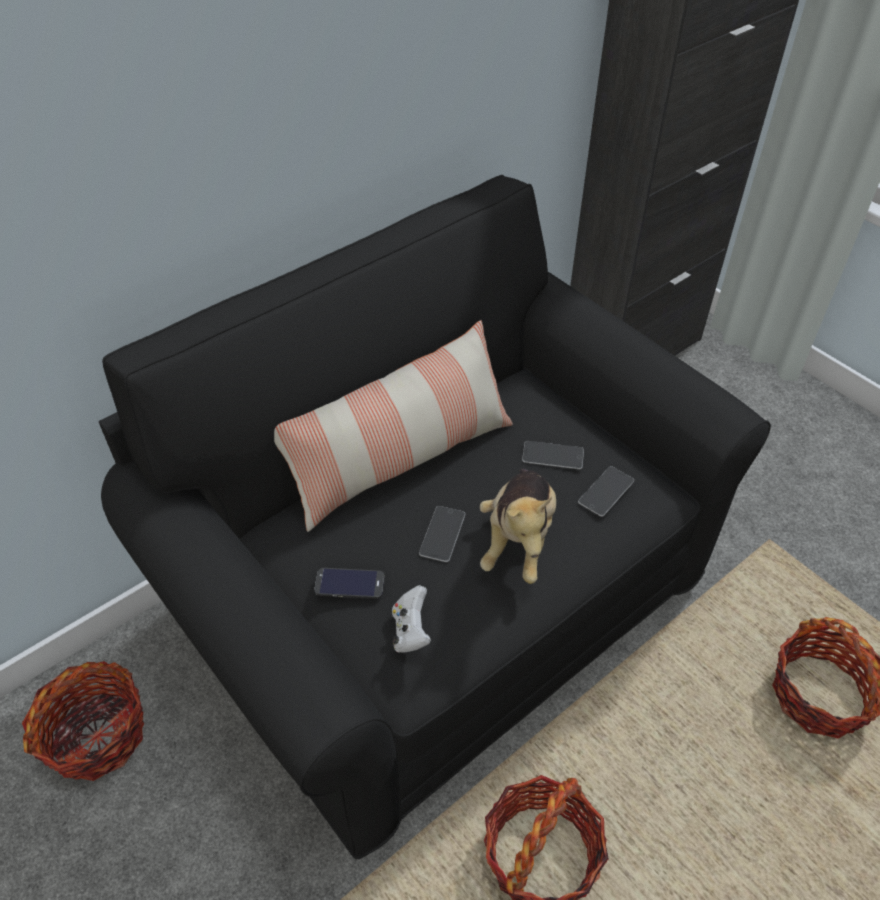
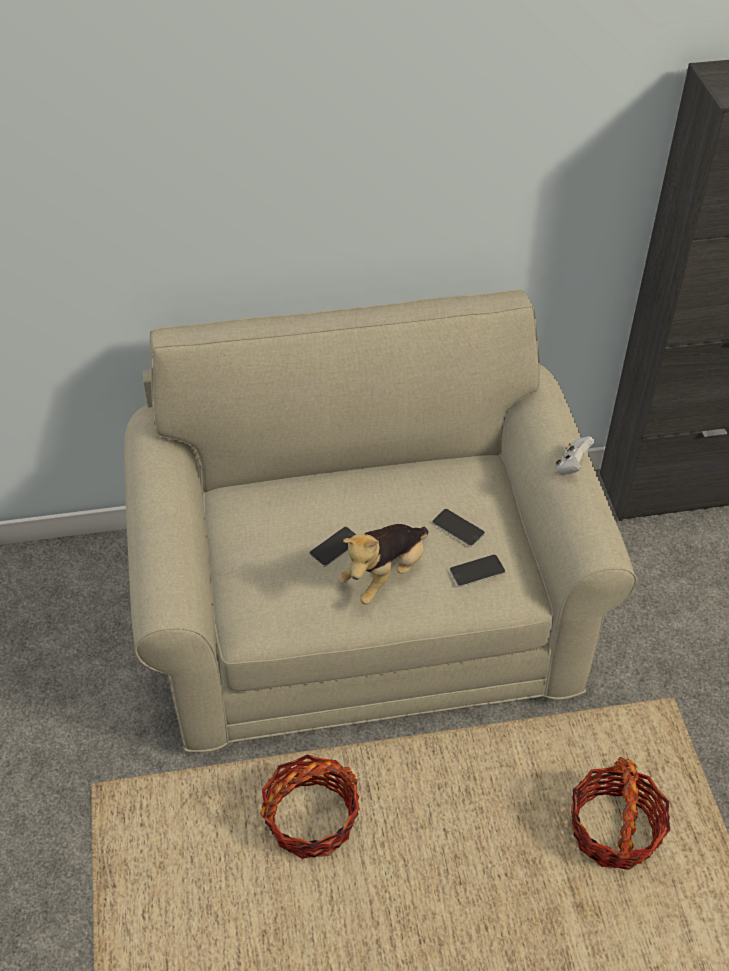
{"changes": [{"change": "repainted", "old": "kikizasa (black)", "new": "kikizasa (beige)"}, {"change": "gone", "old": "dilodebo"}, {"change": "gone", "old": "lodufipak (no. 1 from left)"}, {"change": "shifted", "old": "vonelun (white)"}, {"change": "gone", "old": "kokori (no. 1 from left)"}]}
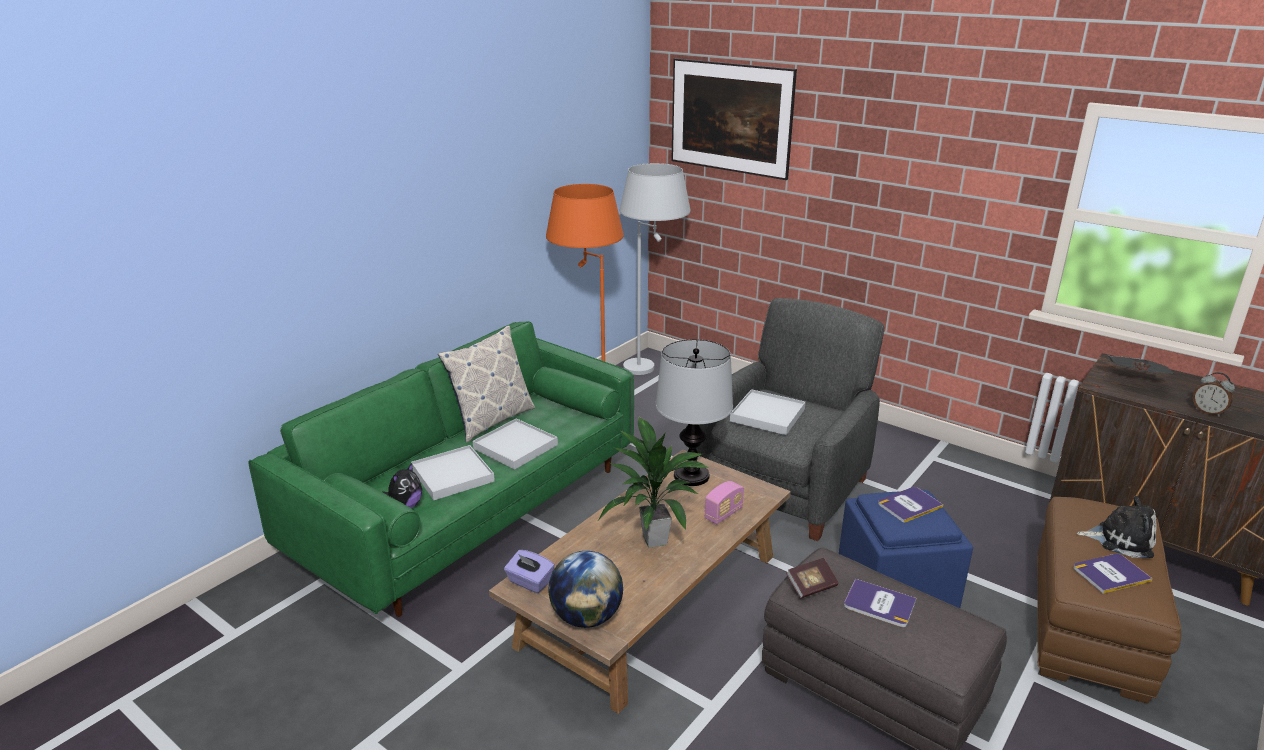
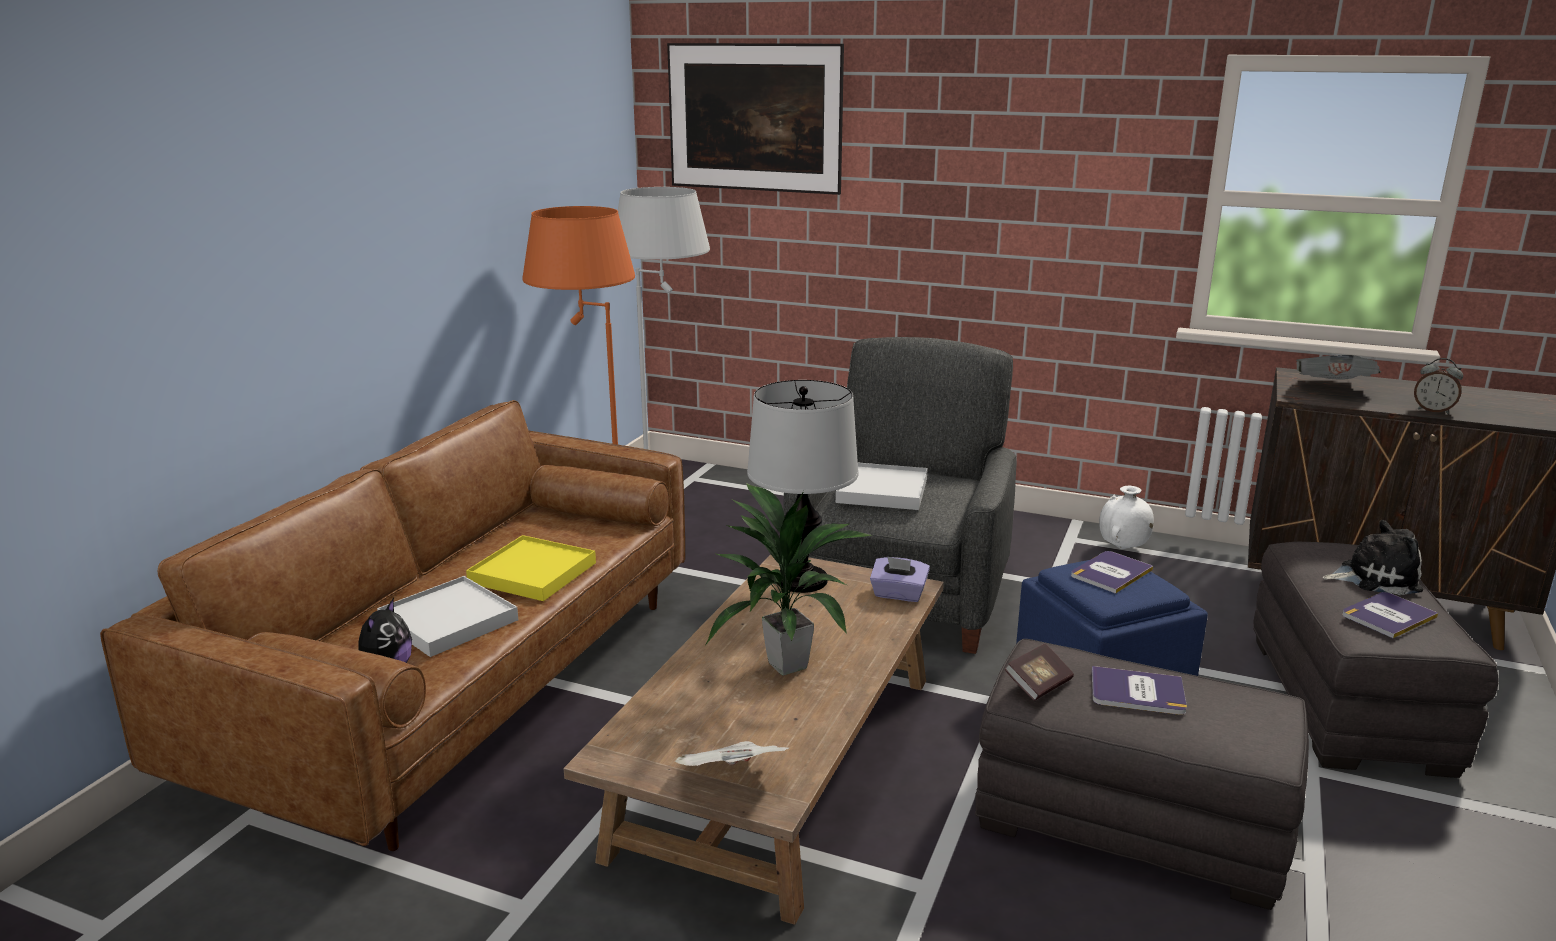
{"changes": [{"change": "repainted", "old": "kikizasa (green)", "new": "kikizasa (brown)"}, {"change": "gone", "old": "dilodebo"}, {"change": "repainted", "old": "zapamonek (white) (no. 2 from left)", "new": "zapamonek (yellow)"}, {"change": "gone", "old": "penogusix"}, {"change": "repainted", "old": "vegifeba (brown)", "new": "vegifeba (grey) (no. 2 from left)"}, {"change": "shifted", "old": "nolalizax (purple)"}, {"change": "swapped", "old": "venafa", "new": "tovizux (no. 1 from left)"}, {"change": "new", "new": "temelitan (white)"}]}
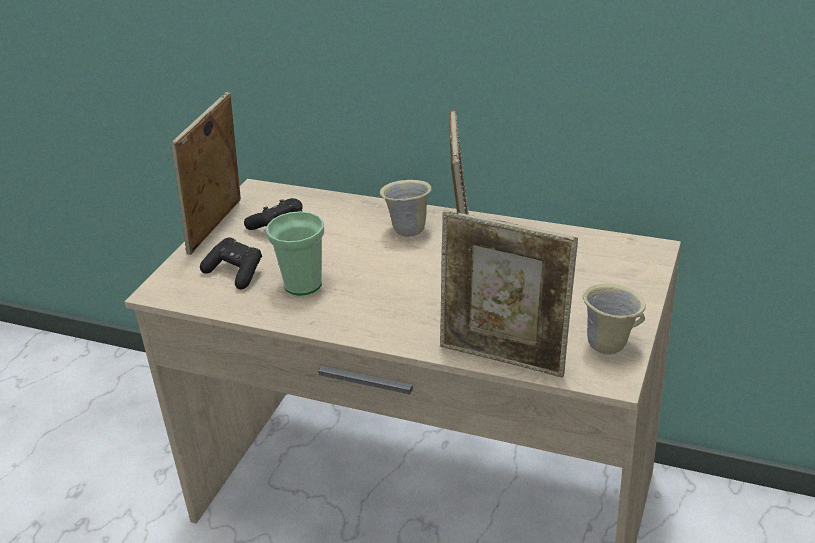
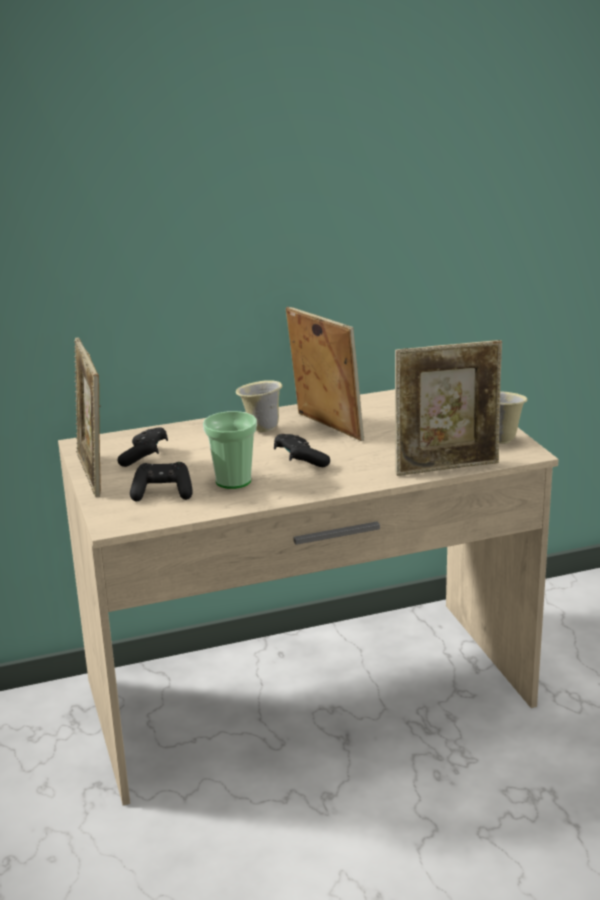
{"changes": [{"change": "new", "new": "vonelun (black) (no. 3 from left)"}]}
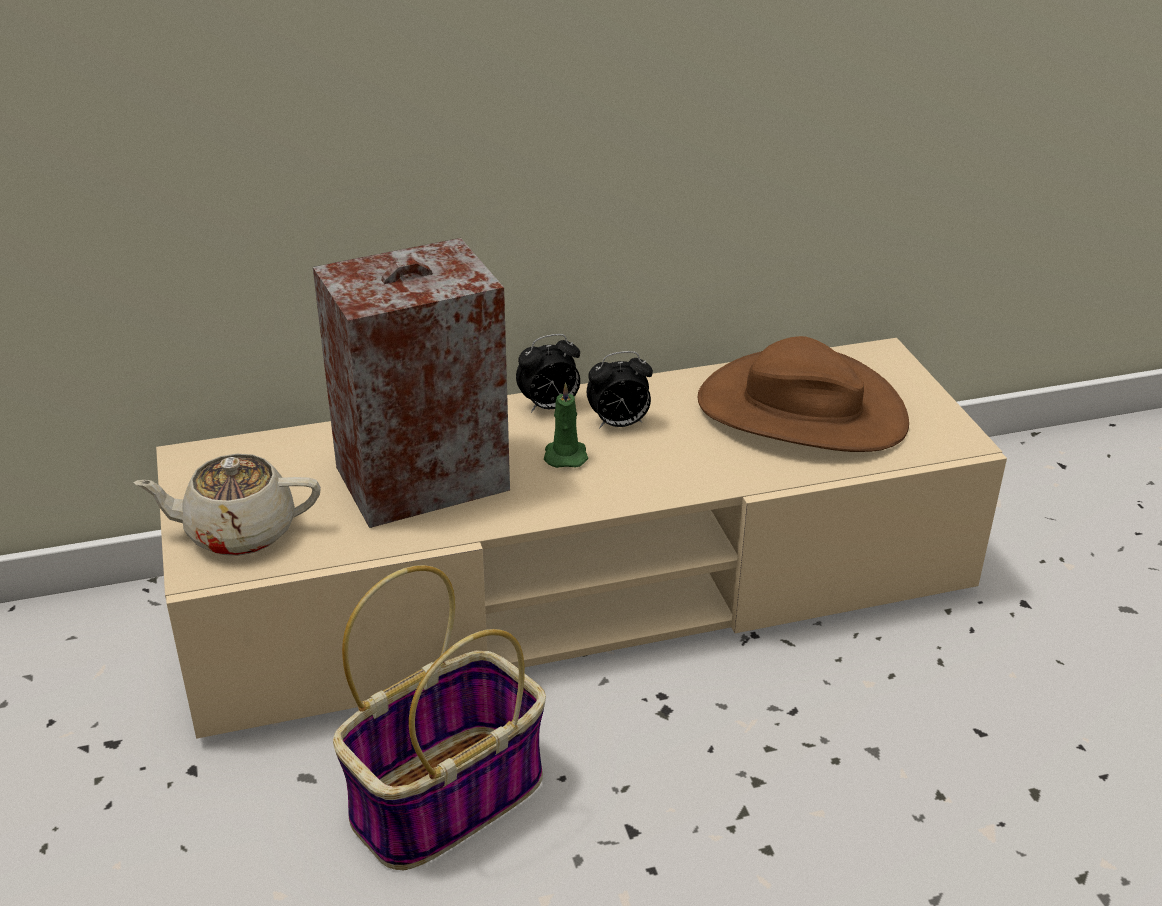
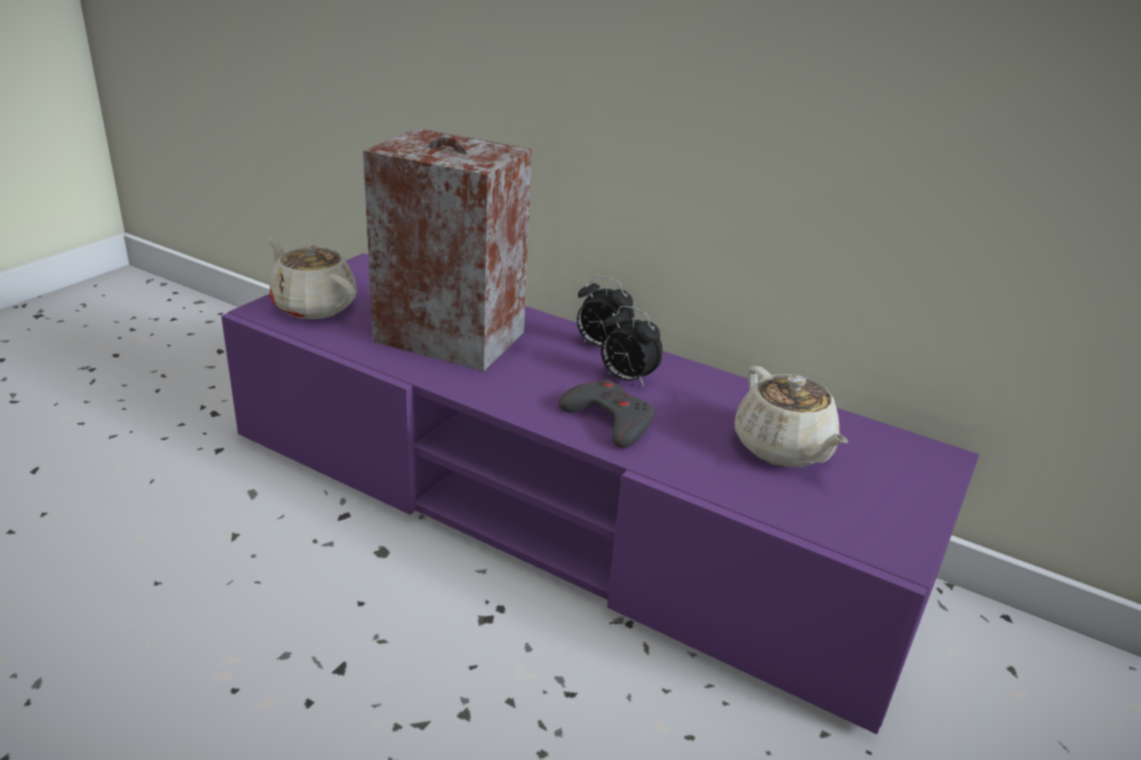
{"changes": [{"change": "swapped", "old": "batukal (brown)", "new": "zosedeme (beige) (no. 2 from left)"}, {"change": "repainted", "old": "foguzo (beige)", "new": "foguzo (purple)"}, {"change": "gone", "old": "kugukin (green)"}, {"change": "gone", "old": "kokori"}, {"change": "new", "new": "vonelun (grey)"}]}
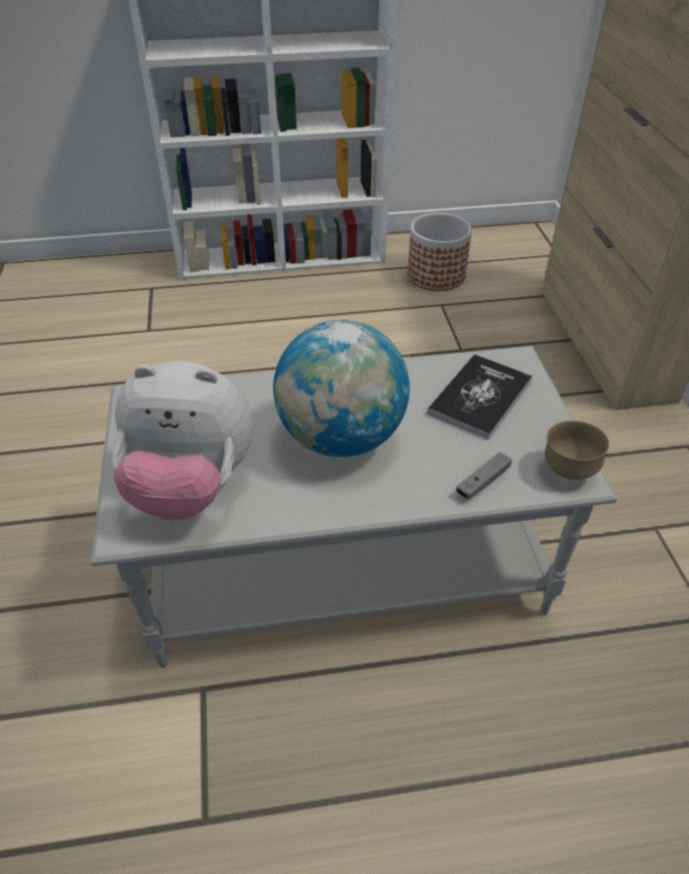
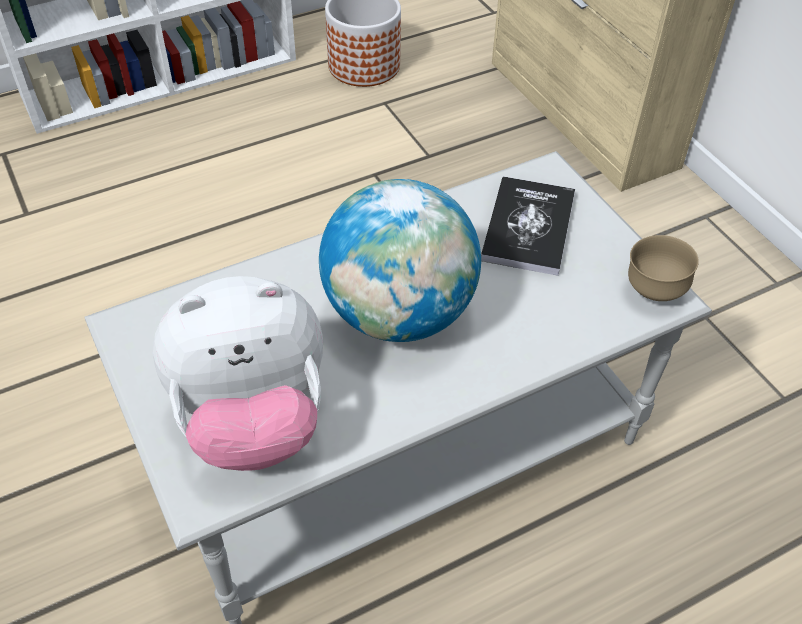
{"changes": [{"change": "gone", "old": "vonelun (grey)"}]}
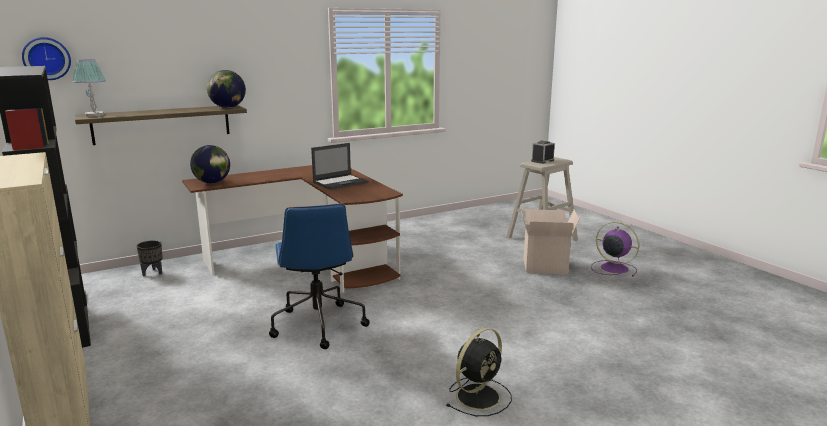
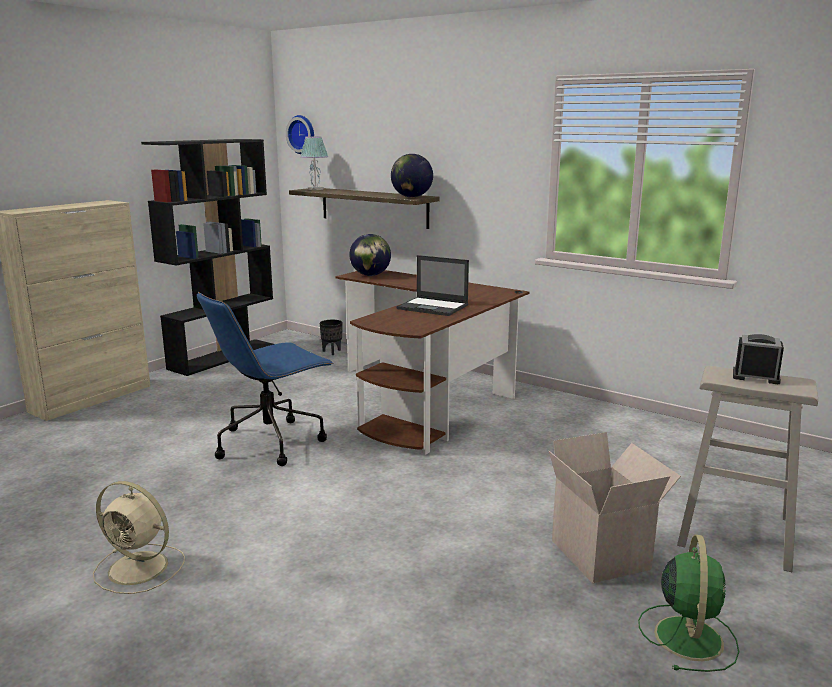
{"changes": [{"change": "repainted", "old": "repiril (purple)", "new": "repiril (green)"}, {"change": "repainted", "old": "repiril (black)", "new": "repiril (beige)"}]}
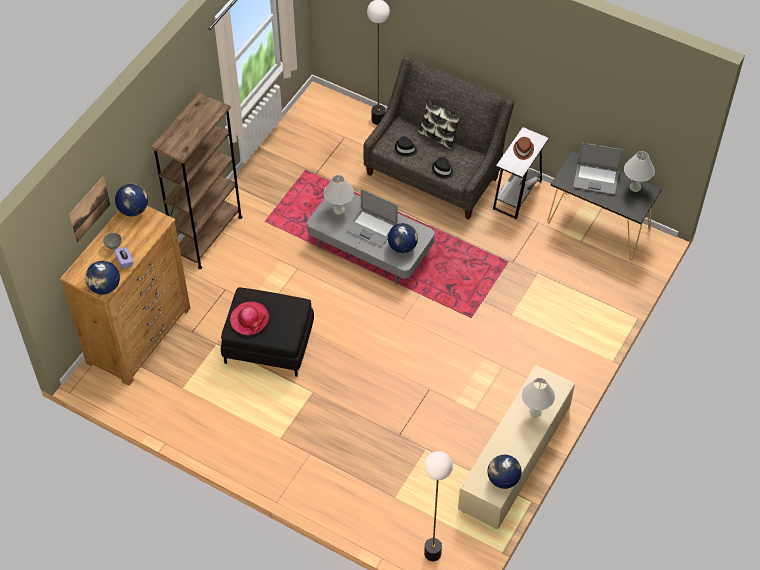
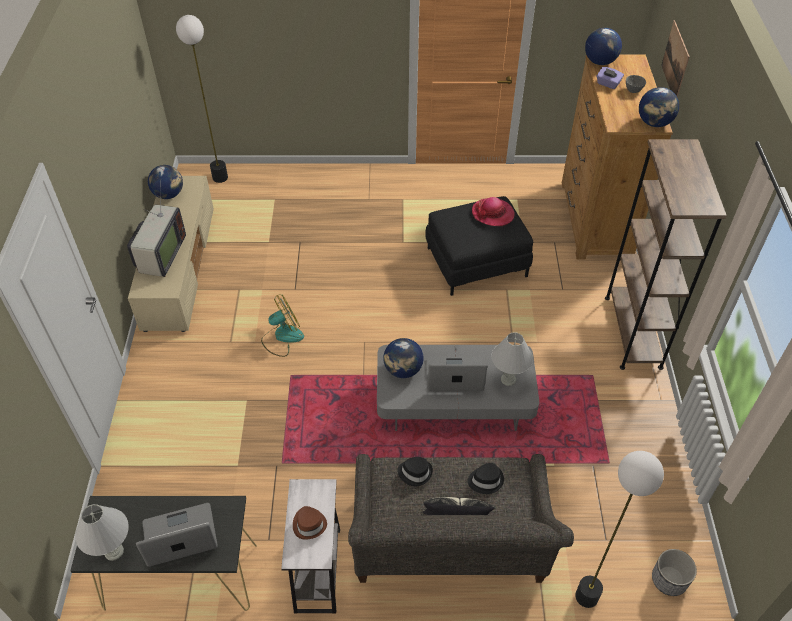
{"changes": [{"change": "swapped", "old": "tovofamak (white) (no. 2 from left)", "new": "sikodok"}, {"change": "new", "new": "repiril"}, {"change": "new", "new": "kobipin"}]}
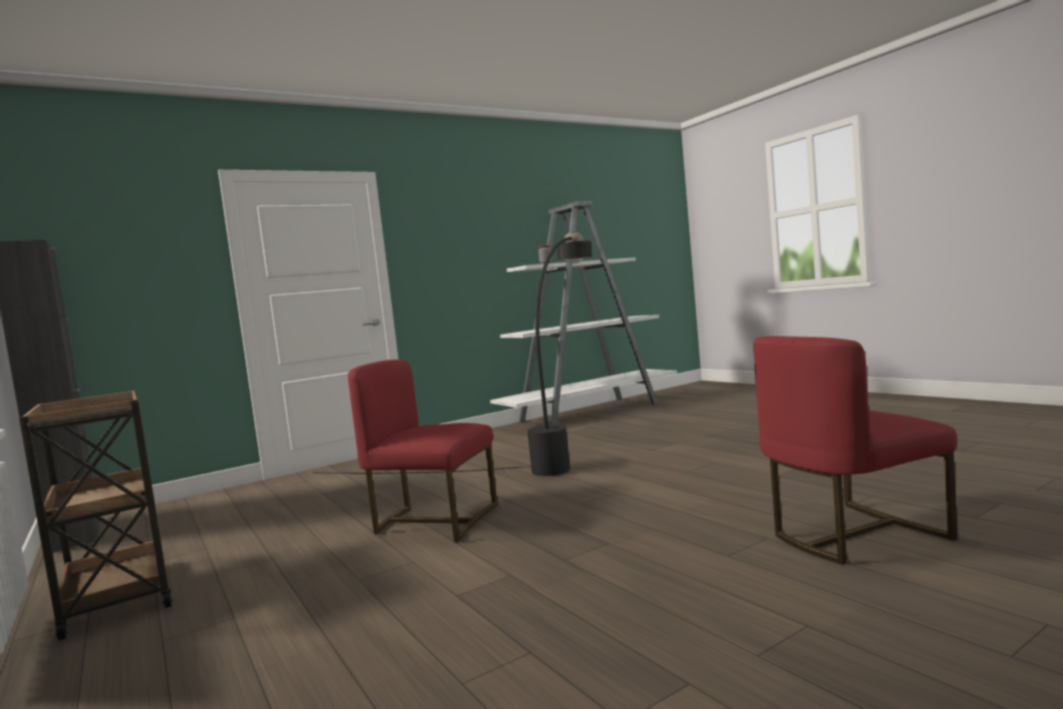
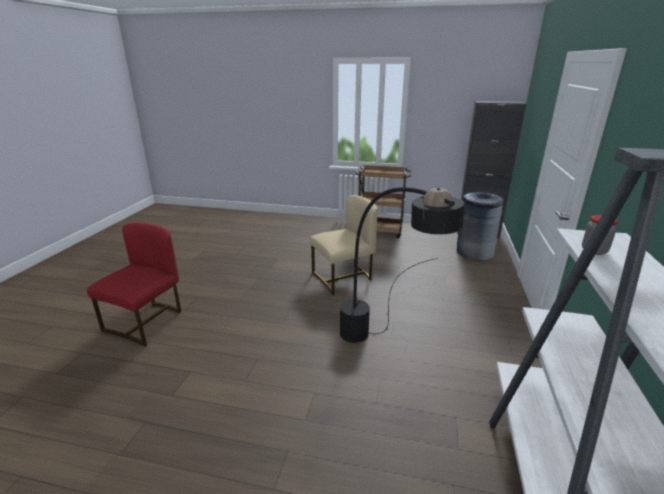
{"changes": [{"change": "repainted", "old": "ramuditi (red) (no. 1 from left)", "new": "ramuditi (beige)"}, {"change": "new", "new": "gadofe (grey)"}]}
